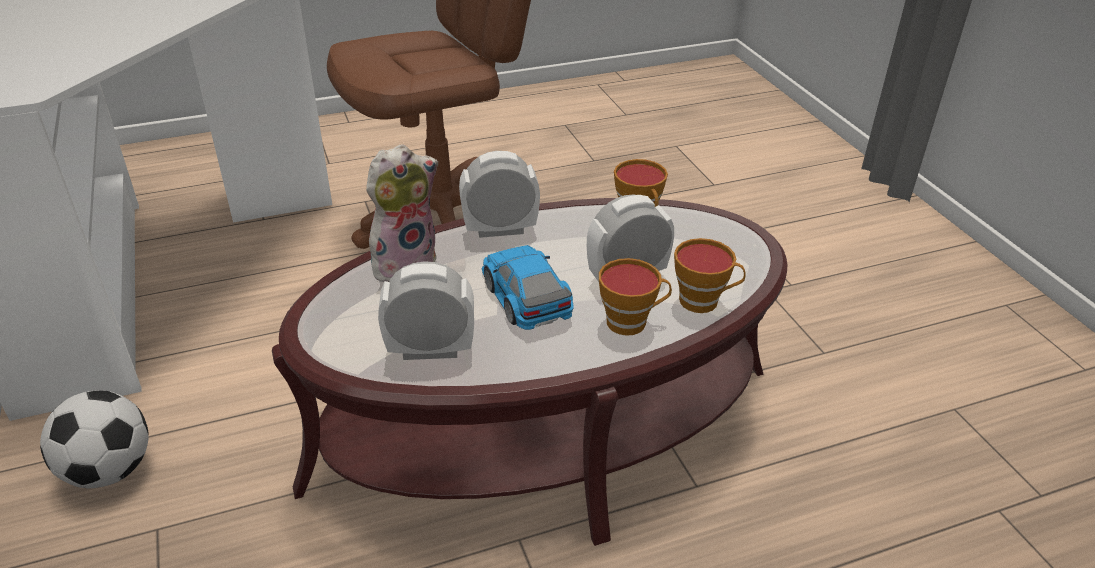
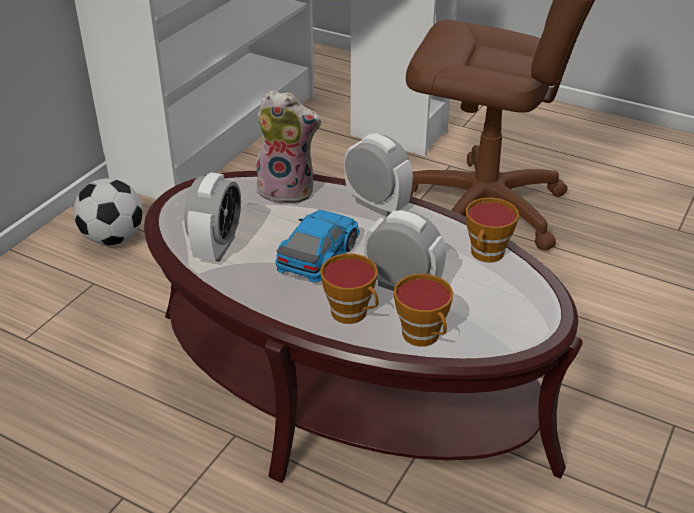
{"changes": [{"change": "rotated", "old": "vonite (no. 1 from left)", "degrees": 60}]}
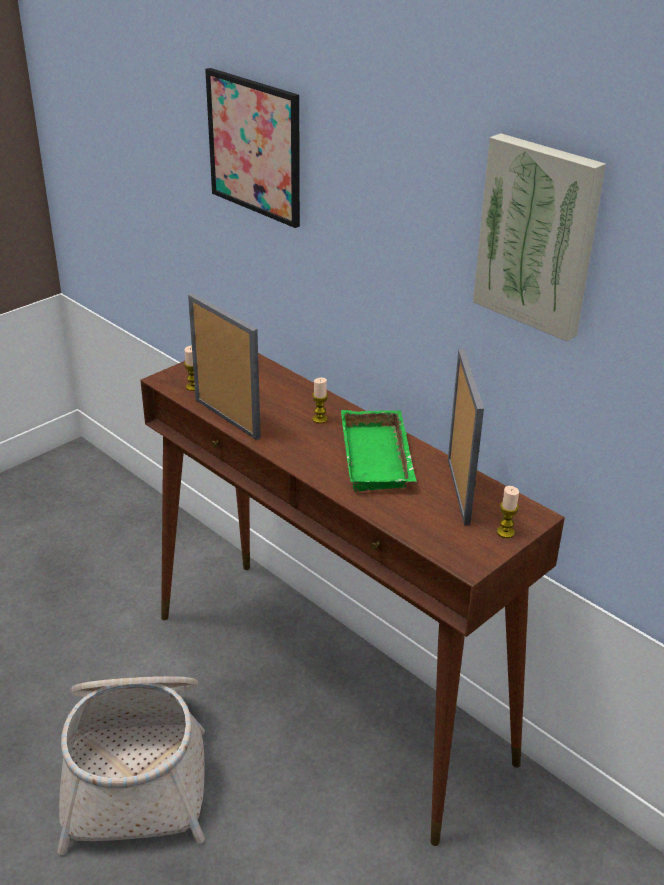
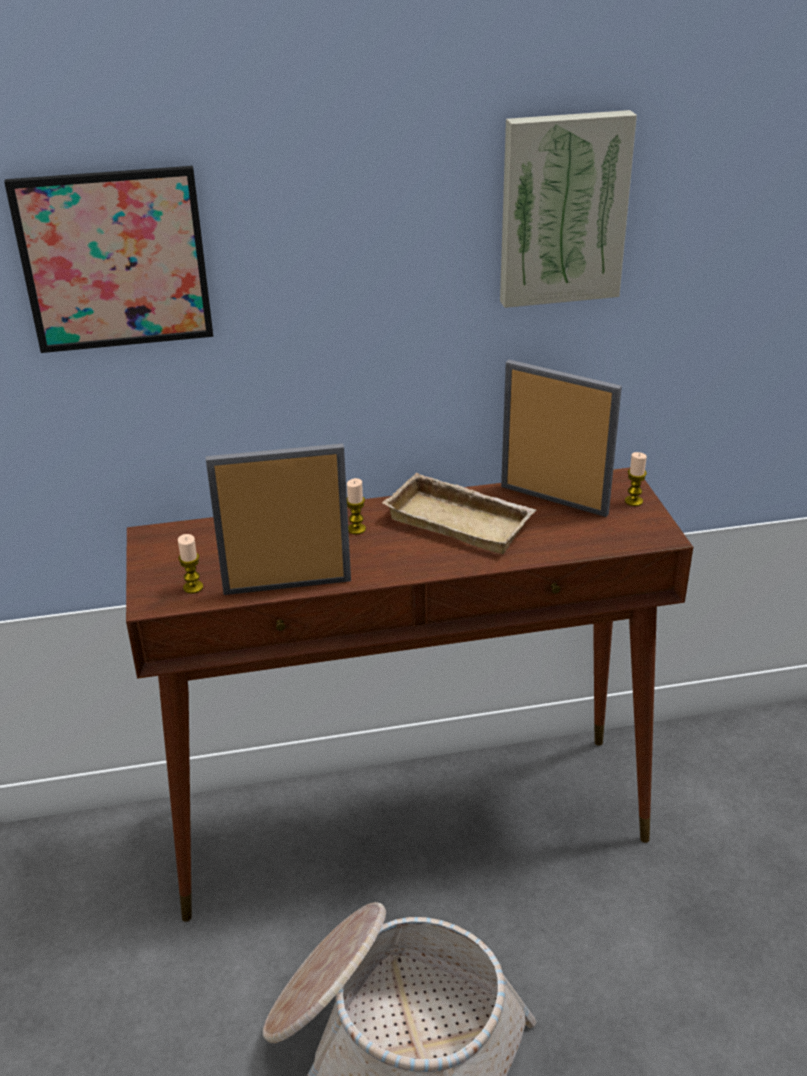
{"changes": [{"change": "repainted", "old": "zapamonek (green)", "new": "zapamonek (beige)"}]}
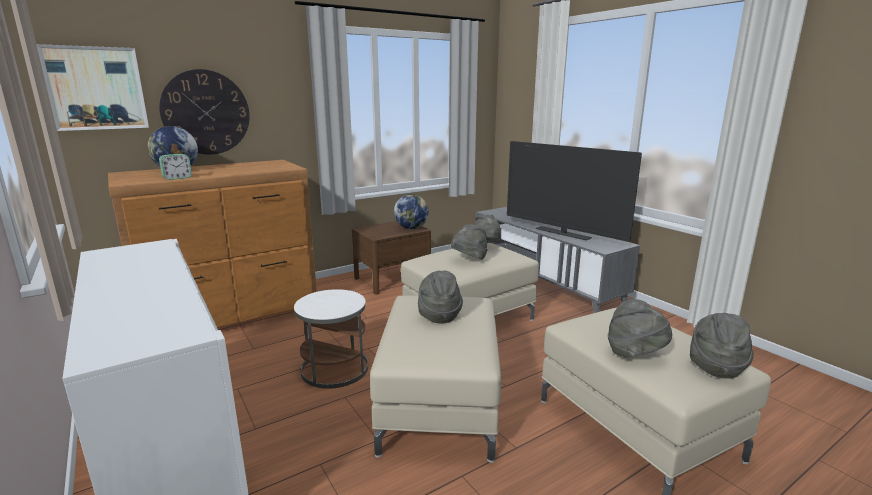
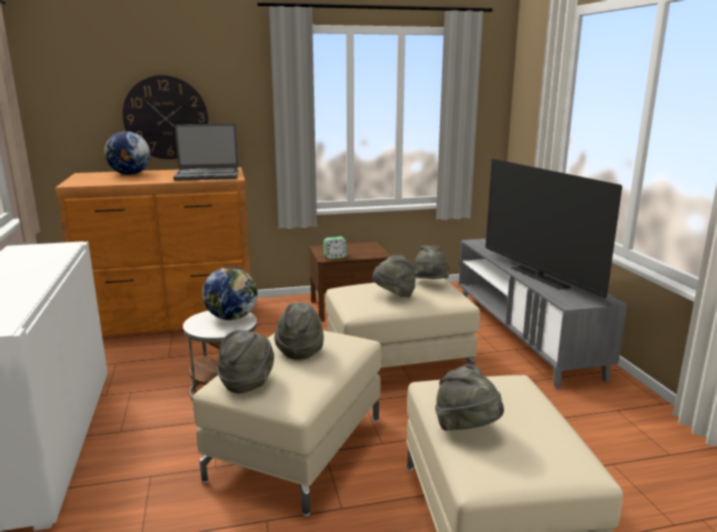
{"changes": [{"change": "gone", "old": "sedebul"}, {"change": "shifted", "old": "vonite"}, {"change": "shifted", "old": "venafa (no. 2 from left)"}, {"change": "shifted", "old": "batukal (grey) (no. 5 from left in the first image)", "new": "batukal (grey) (no. 1 from left)"}, {"change": "new", "new": "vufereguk"}]}
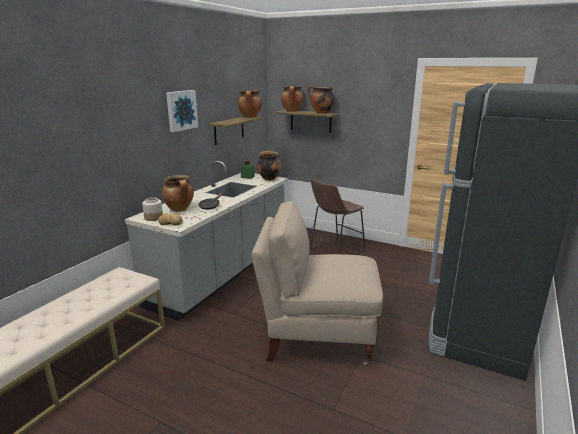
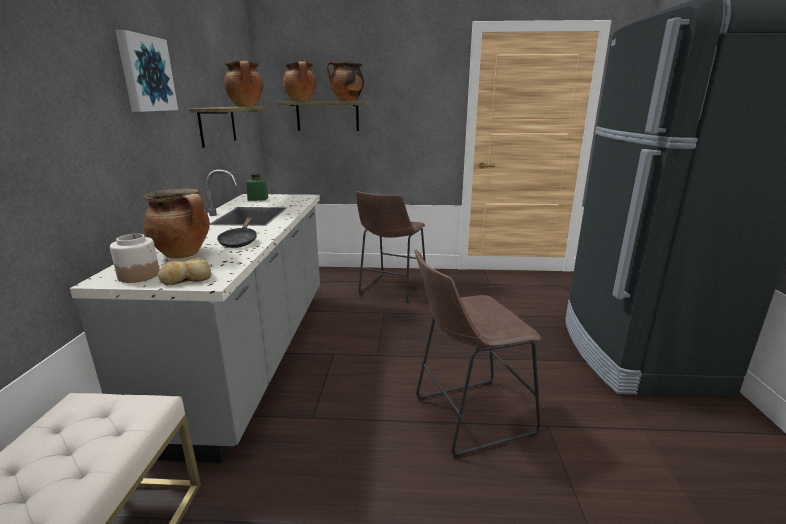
{"changes": [{"change": "gone", "old": "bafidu (no. 3 from left)"}, {"change": "swapped", "old": "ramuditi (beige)", "new": "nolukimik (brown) (no. 2 from left)"}]}
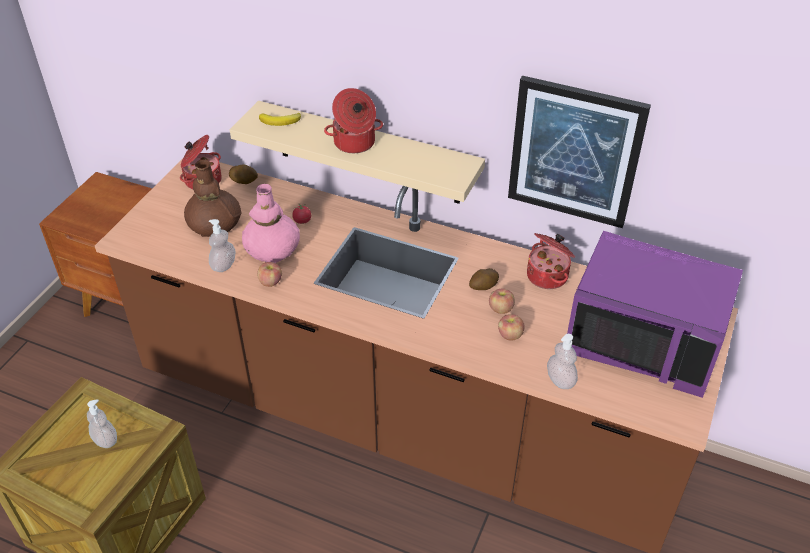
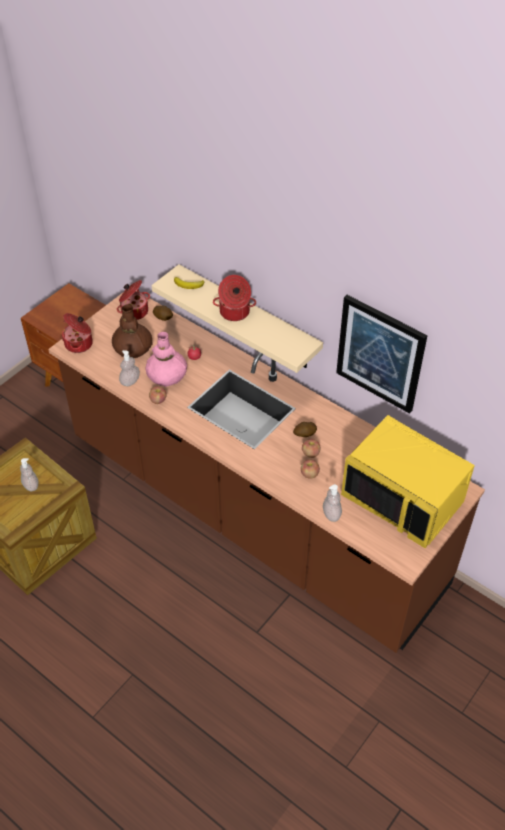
{"changes": [{"change": "repainted", "old": "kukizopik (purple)", "new": "kukizopik (yellow)"}, {"change": "shifted", "old": "bafidu (no. 3 from left in the first image)", "new": "bafidu (no. 1 from left)"}]}
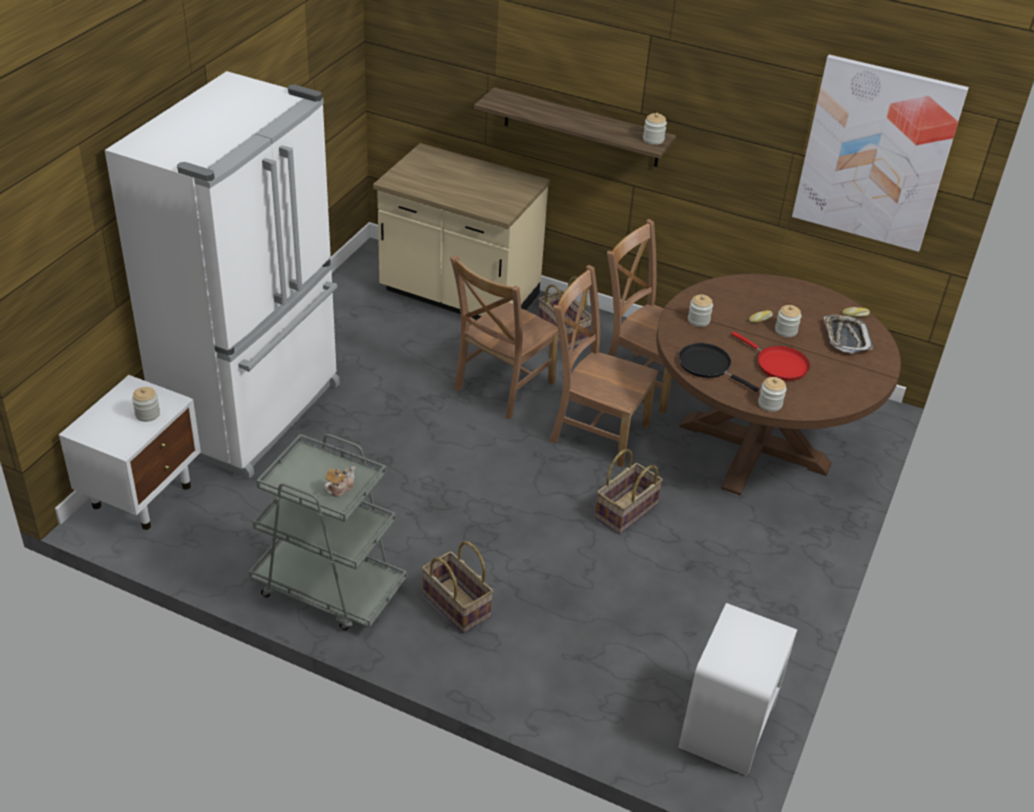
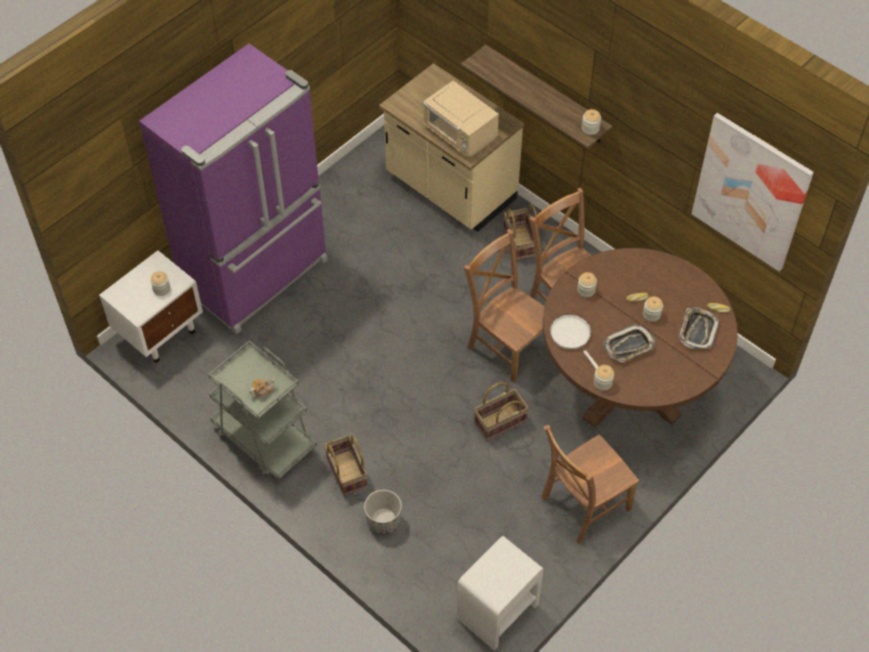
{"changes": [{"change": "repainted", "old": "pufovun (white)", "new": "pufovun (purple)"}, {"change": "shifted", "old": "ramuditi (brown) (no. 1 from left in the first image)", "new": "ramuditi (brown) (no. 3 from left)"}, {"change": "swapped", "old": "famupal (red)", "new": "zapamonek (no. 1 from left)"}, {"change": "repainted", "old": "famupal (black)", "new": "famupal (white)"}, {"change": "new", "new": "kukizopik (beige)"}, {"change": "new", "new": "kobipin"}]}
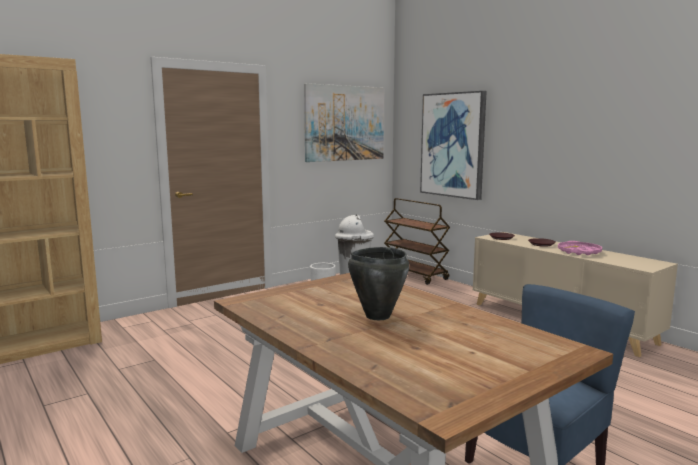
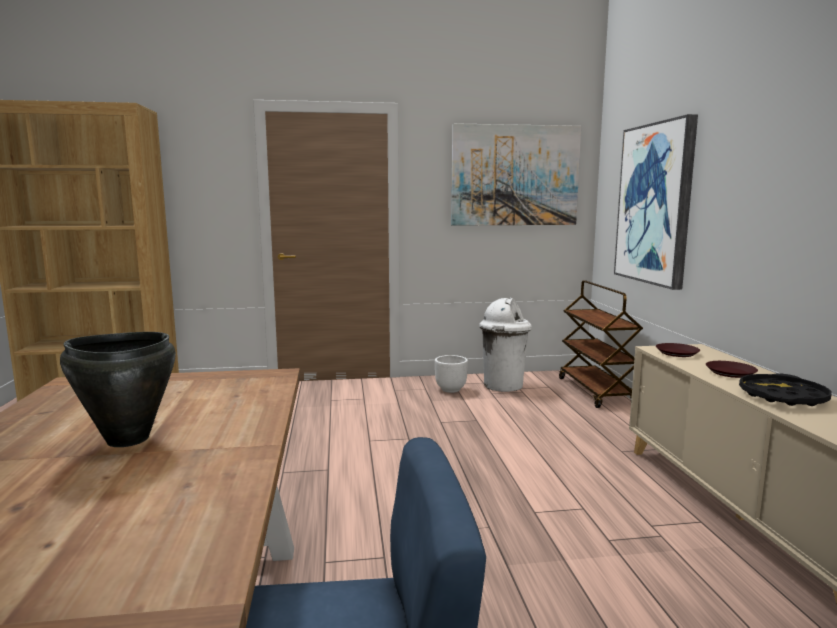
{"changes": [{"change": "repainted", "old": "zapamonek (pink)", "new": "zapamonek (black)"}]}
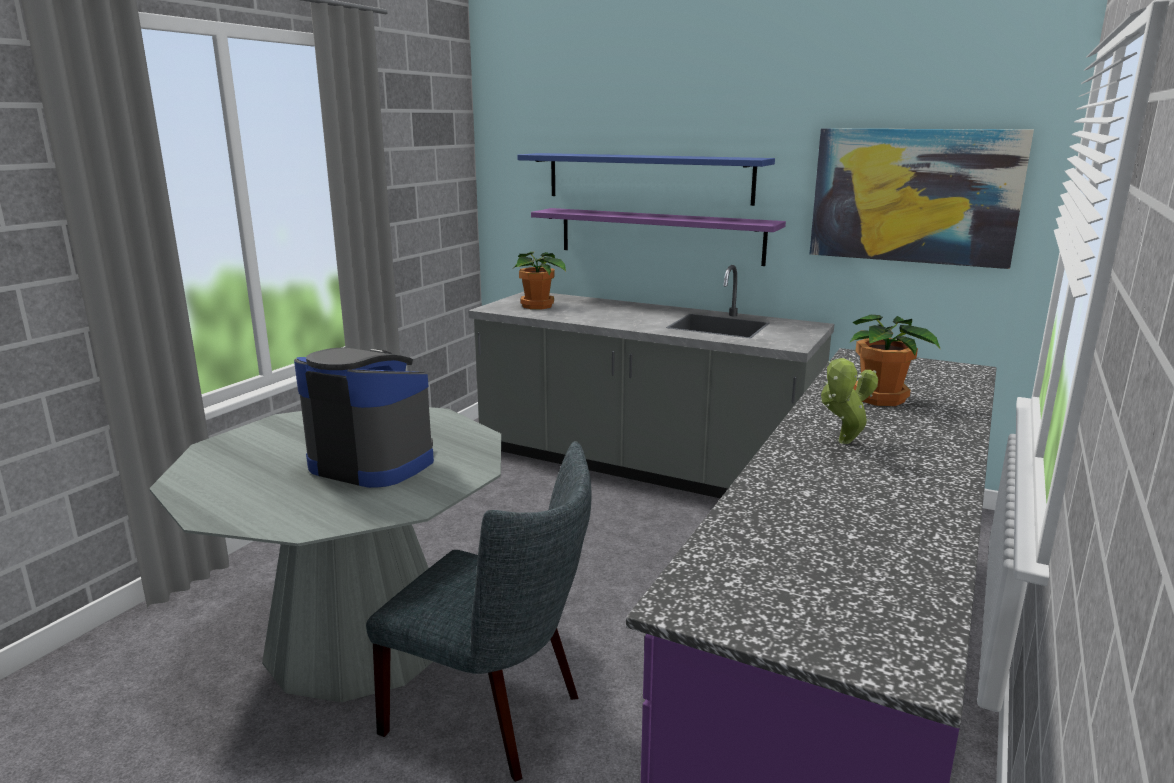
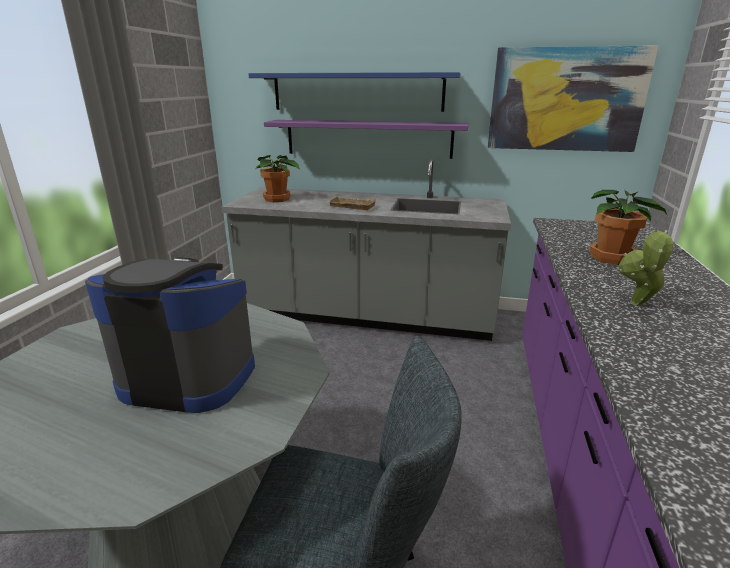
{"changes": [{"change": "new", "new": "zapamonek (beige)"}]}
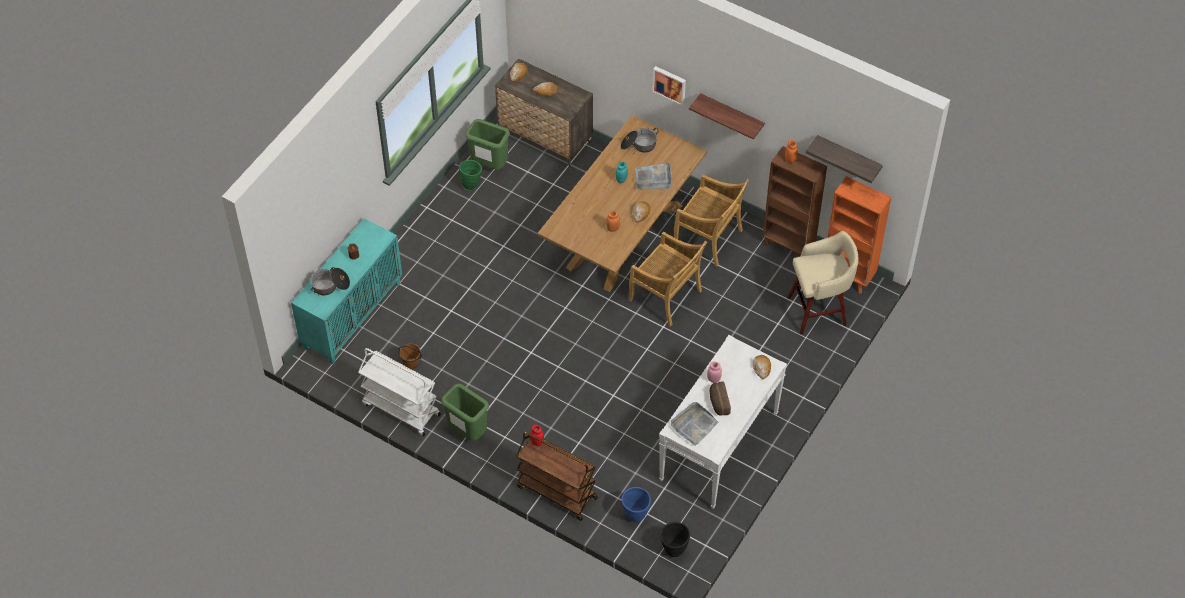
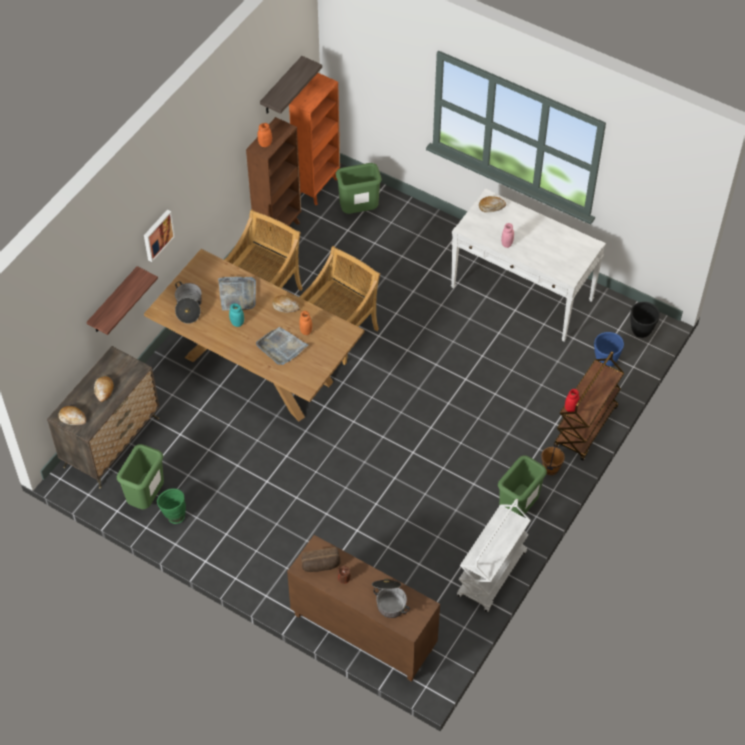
{"changes": [{"change": "shifted", "old": "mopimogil (no. 1 from left)"}, {"change": "repainted", "old": "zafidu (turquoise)", "new": "zafidu (brown)"}, {"change": "swapped", "old": "nolukimik (beige)", "new": "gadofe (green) (no. 2 from left)"}, {"change": "shifted", "old": "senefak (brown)"}, {"change": "shifted", "old": "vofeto (no. 4 from left)"}, {"change": "shifted", "old": "zapamonek (grey) (no. 2 from left)"}]}
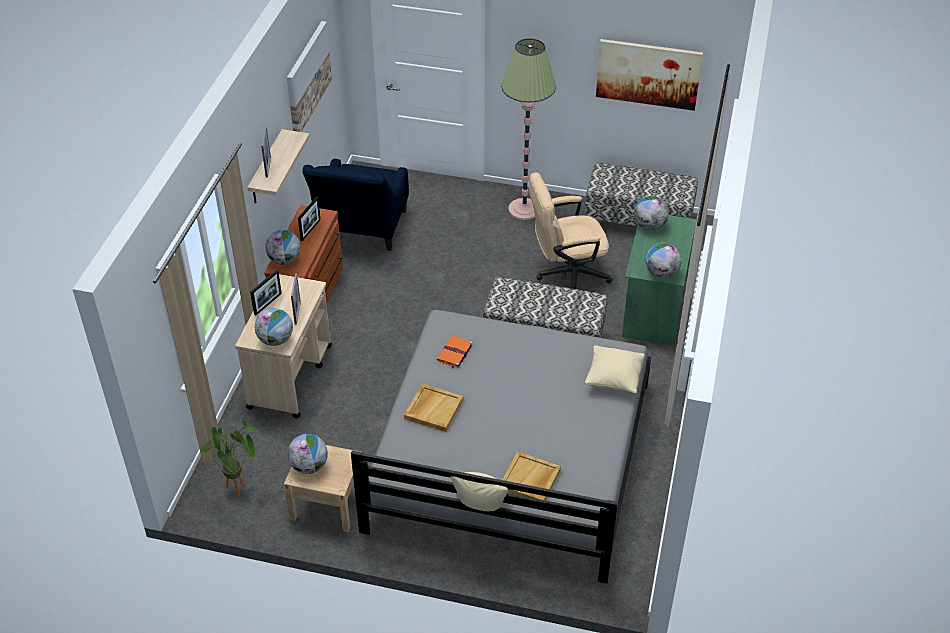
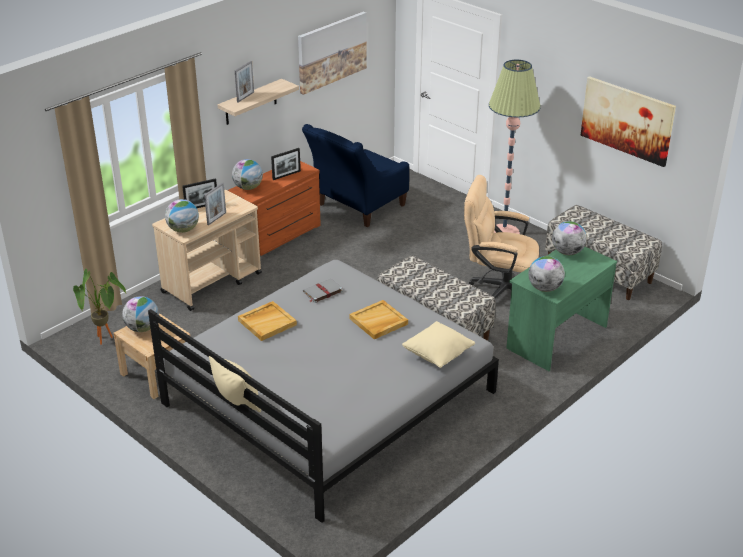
{"changes": [{"change": "repainted", "old": "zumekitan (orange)", "new": "zumekitan (grey)"}, {"change": "shifted", "old": "zapamonek (beige) (no. 2 from left)"}]}
